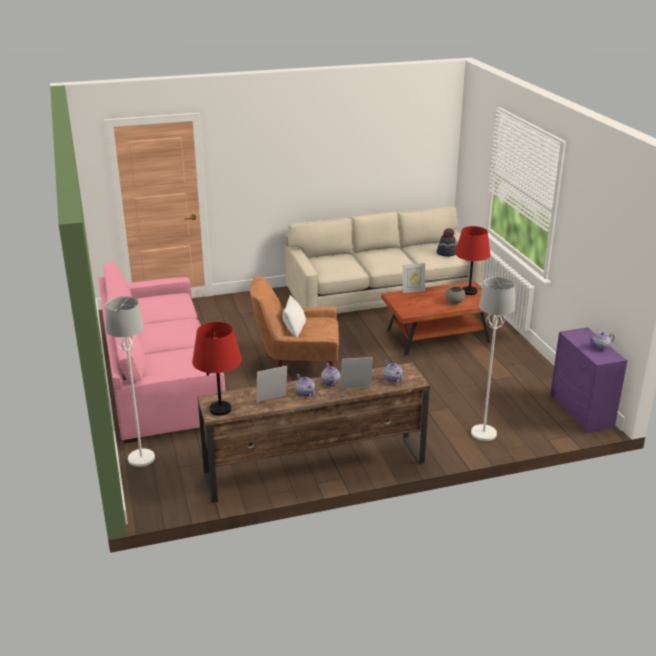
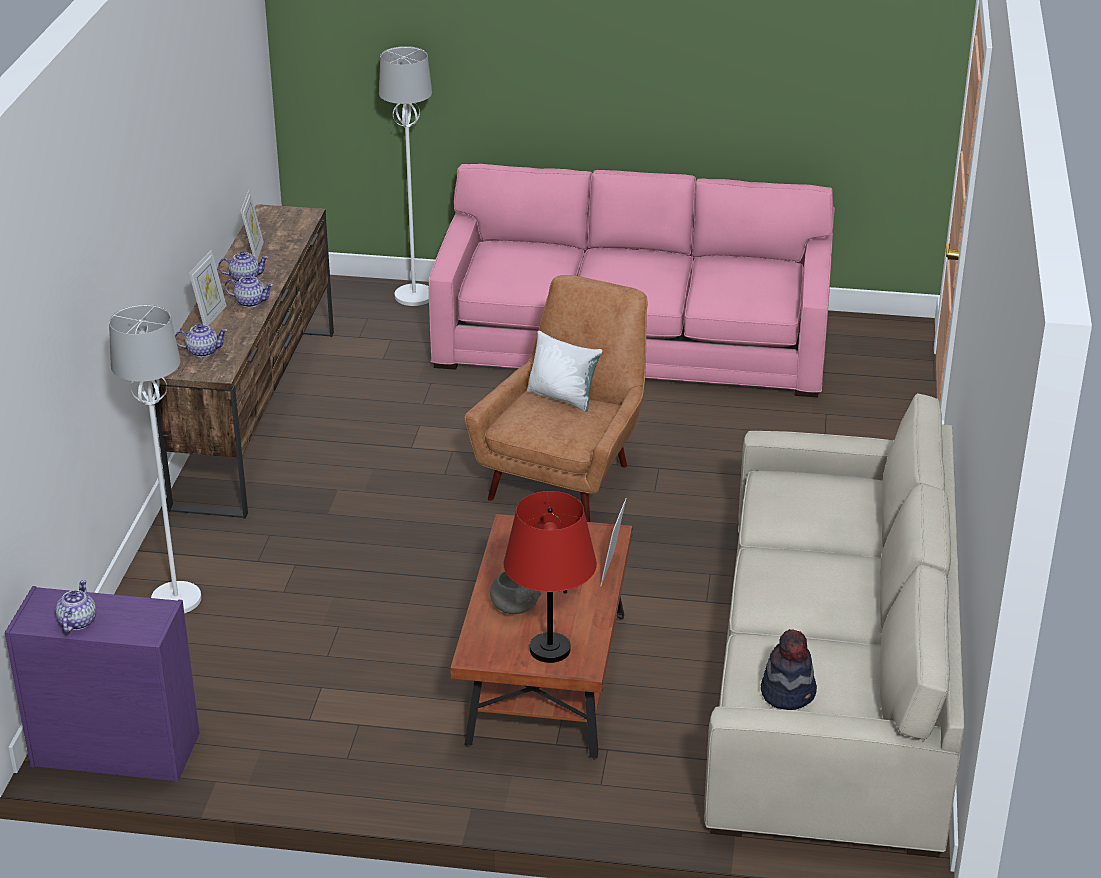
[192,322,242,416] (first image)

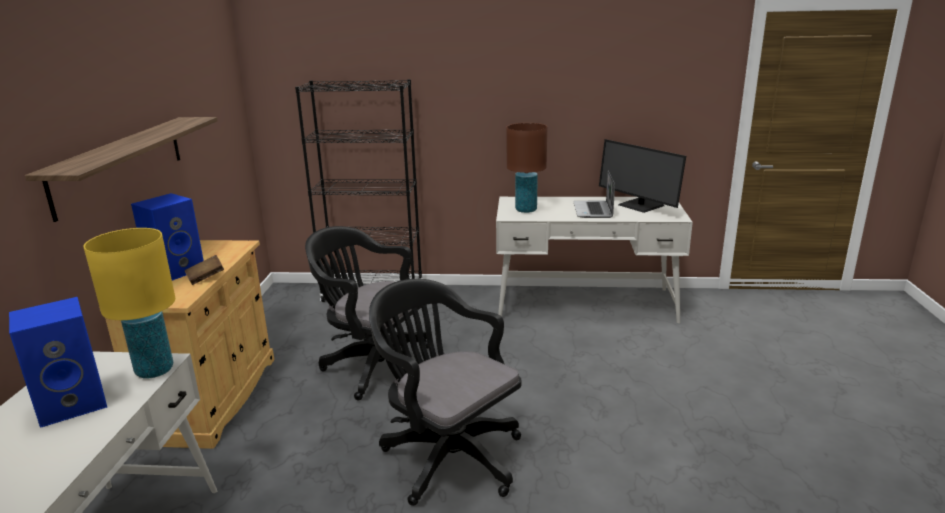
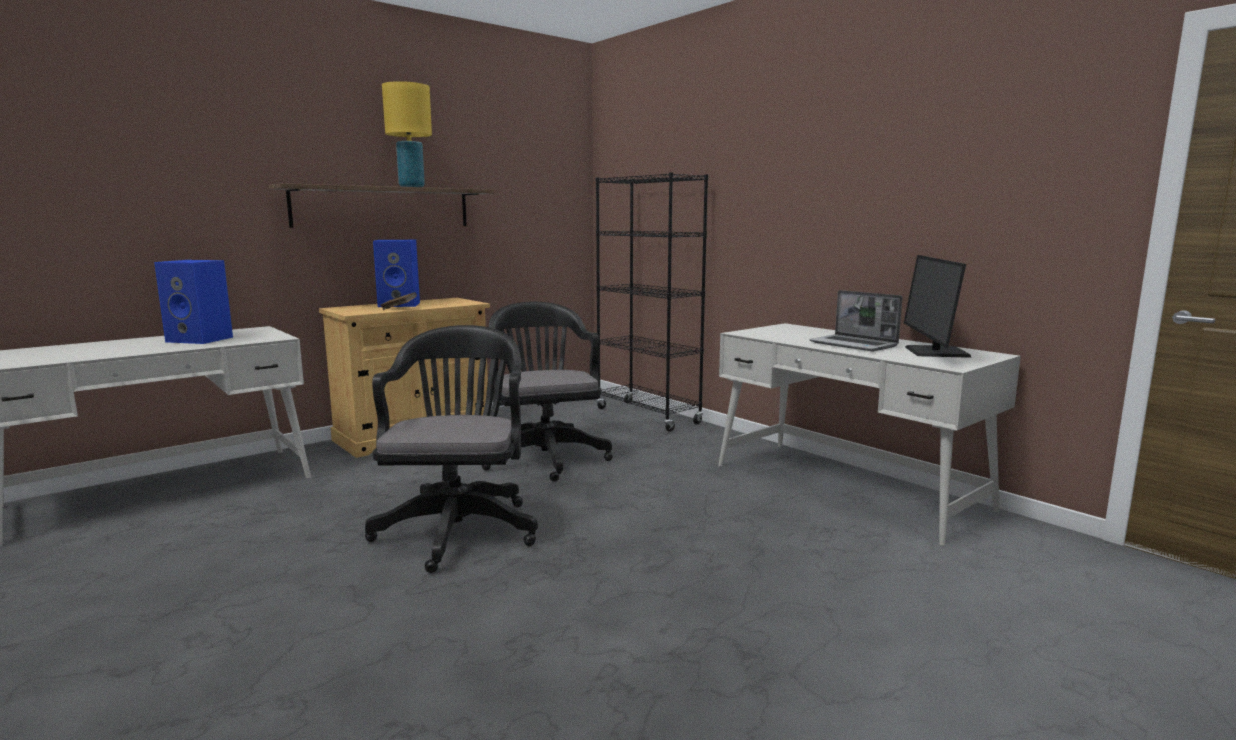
[506,123,547,213] (first image)
[809,290,902,351]
[382,81,432,187]

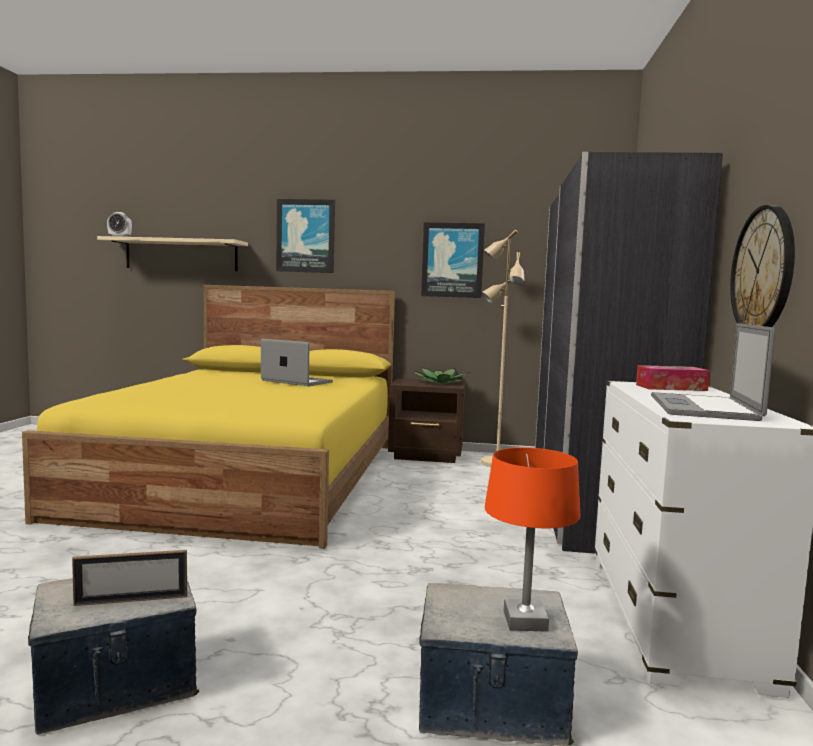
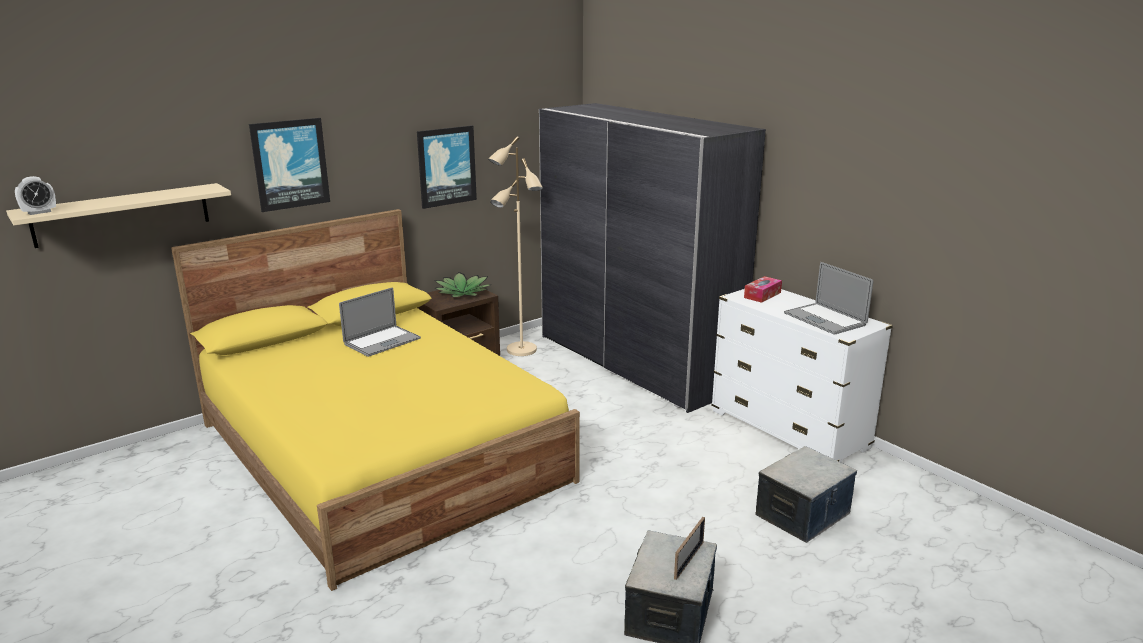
[730,205,795,327] (first image)
[339,287,421,357]
[485,447,581,632] (first image)

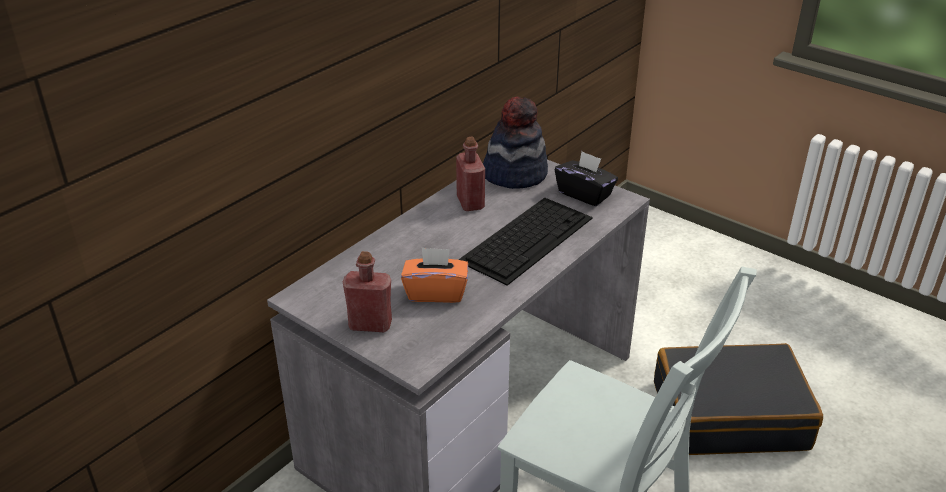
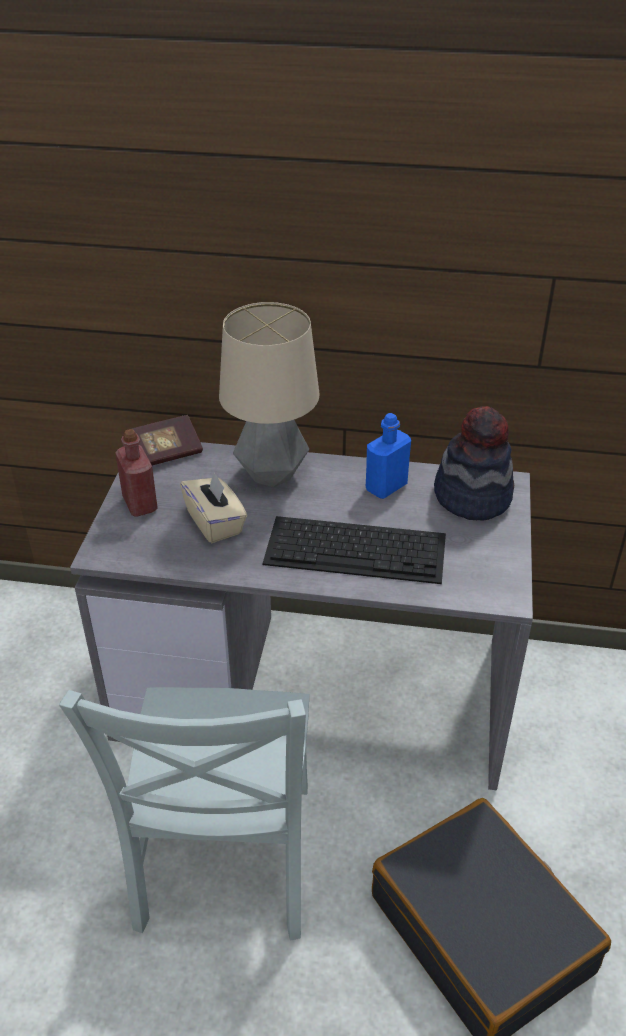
[366,413,411,499]
[555,151,618,206] (first image)
[180,472,247,543]
[219,302,319,487]
[132,415,203,466]

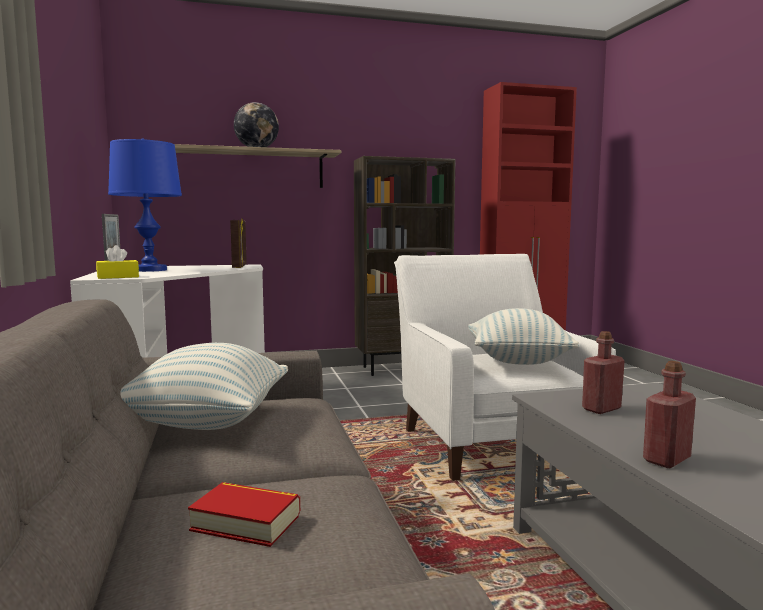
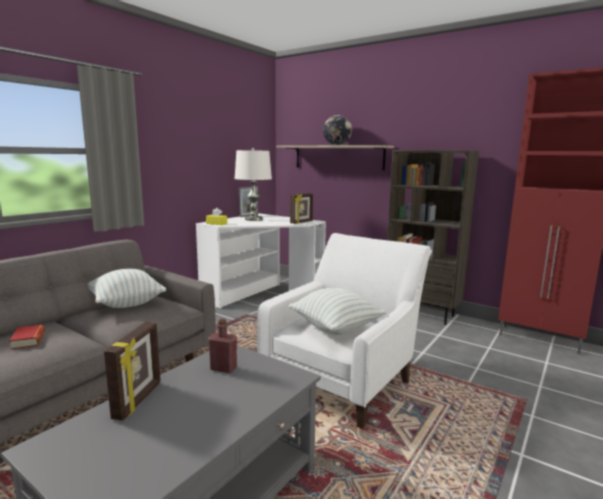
[234,148,272,221]
[104,322,161,421]

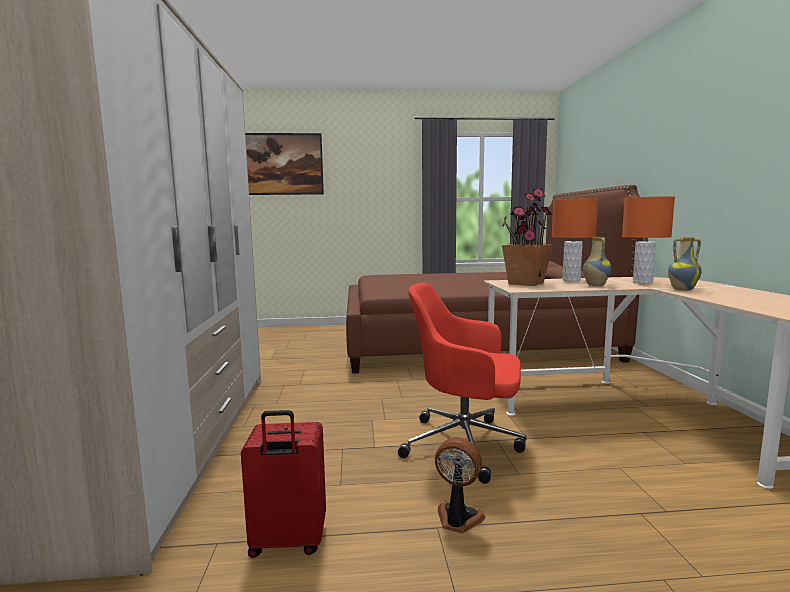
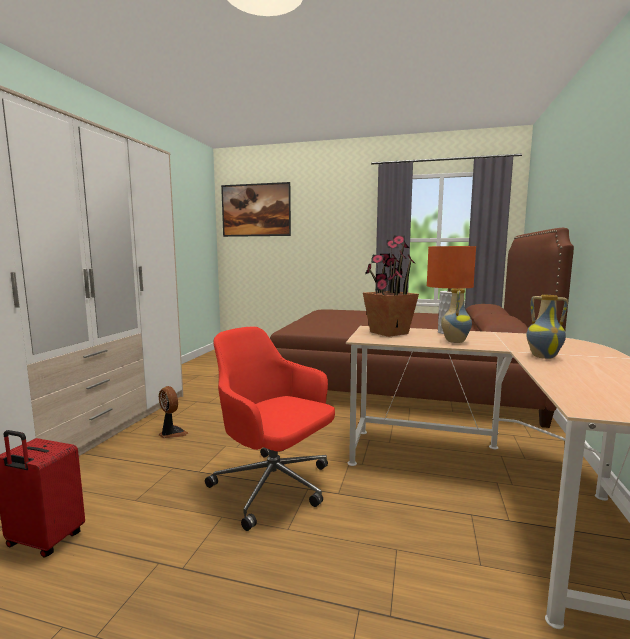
[622,196,675,284] (first image)
[159,386,188,438]

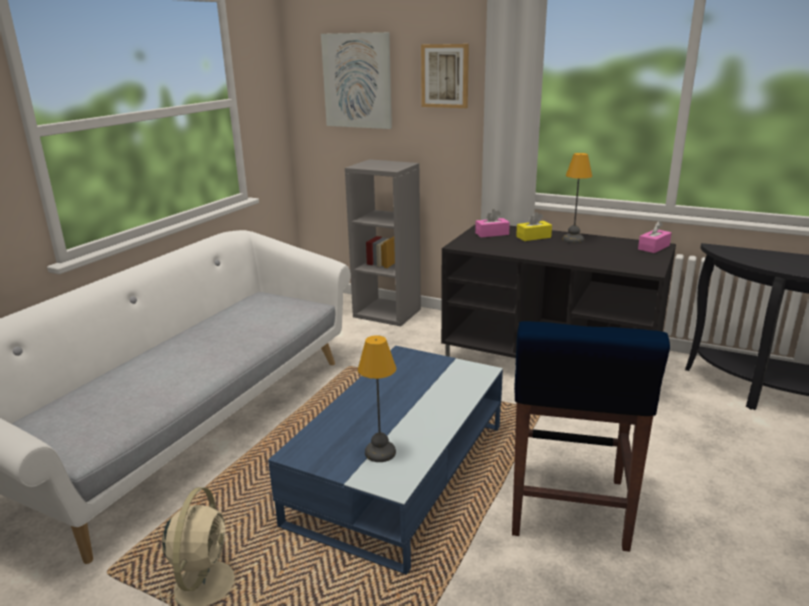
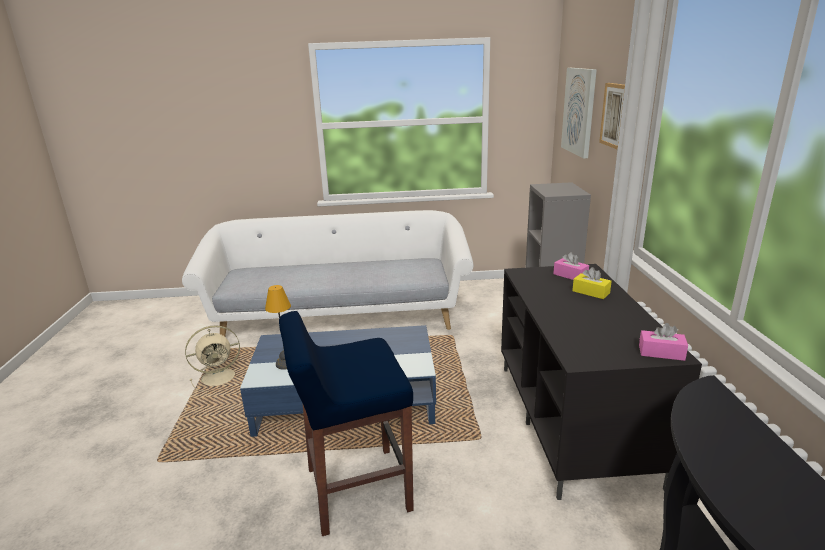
[562,153,592,243] (first image)

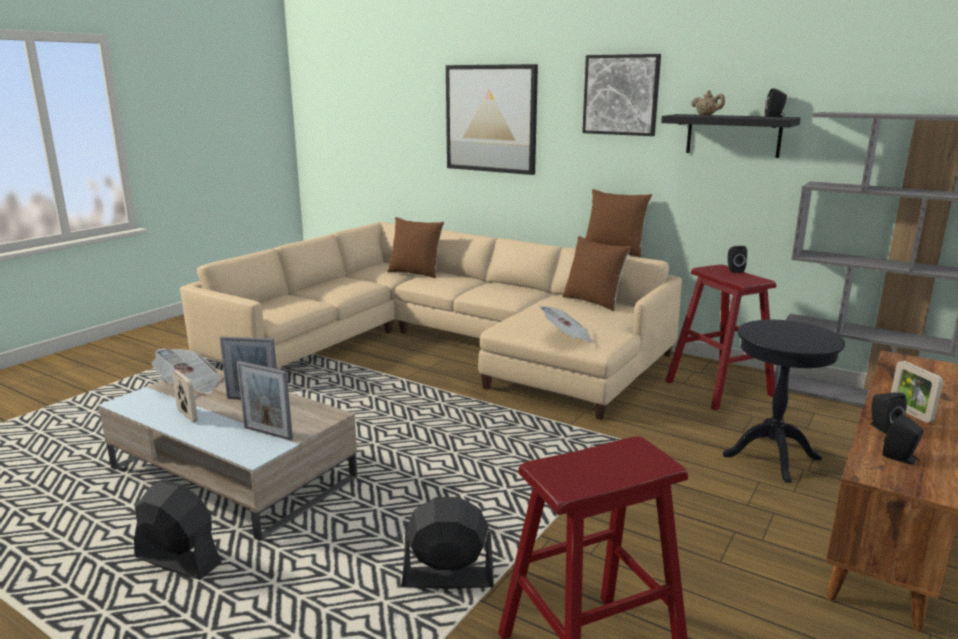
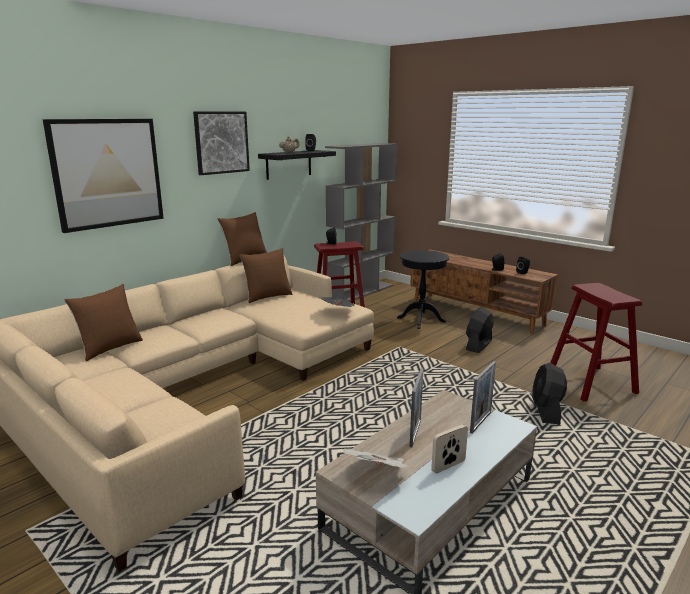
[891,361,943,423] (first image)
[466,307,494,353]

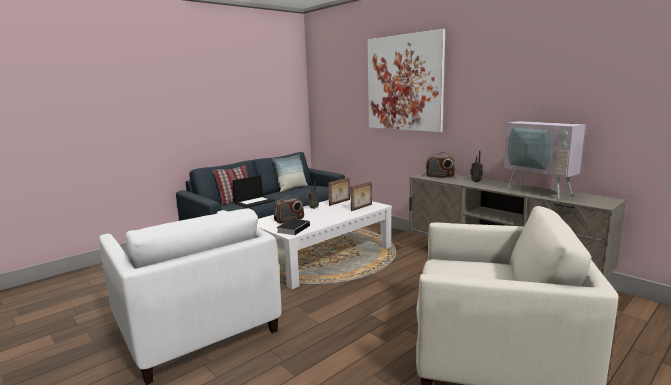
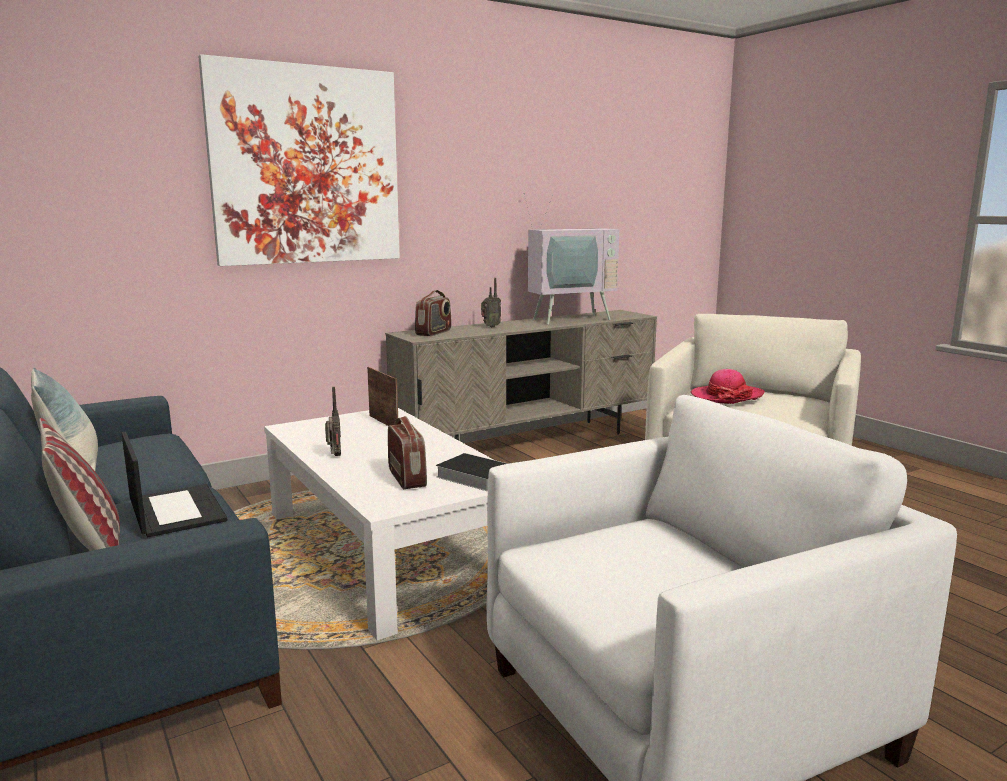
[328,177,350,206] (first image)
[690,369,765,404]

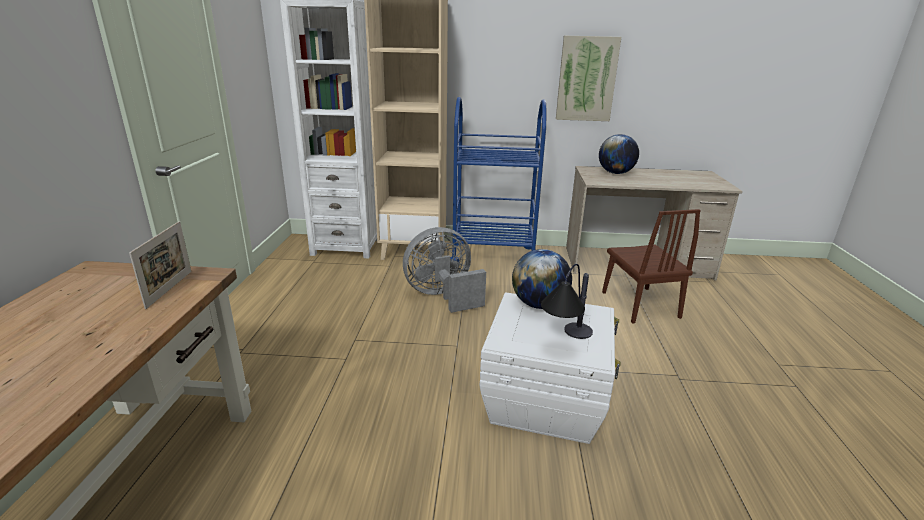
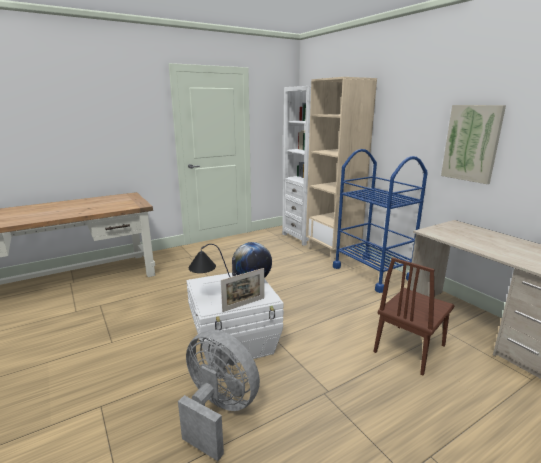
[599,134,639,174] (first image)
[221,268,264,312]
[178,329,260,461]

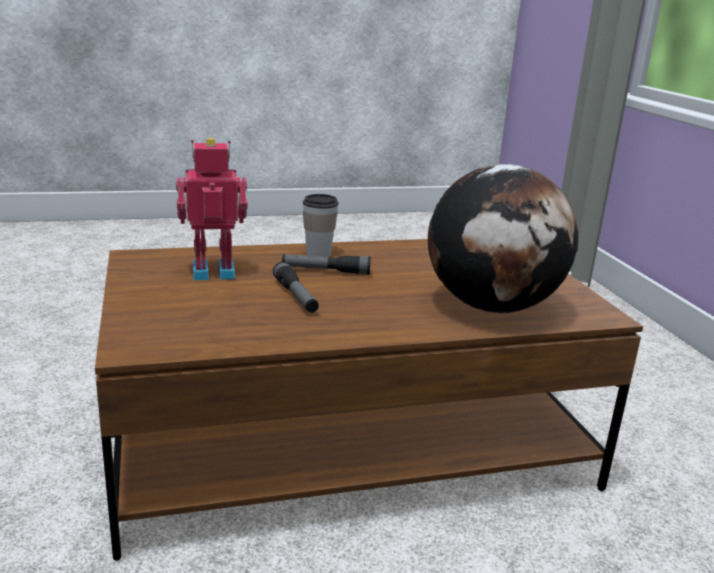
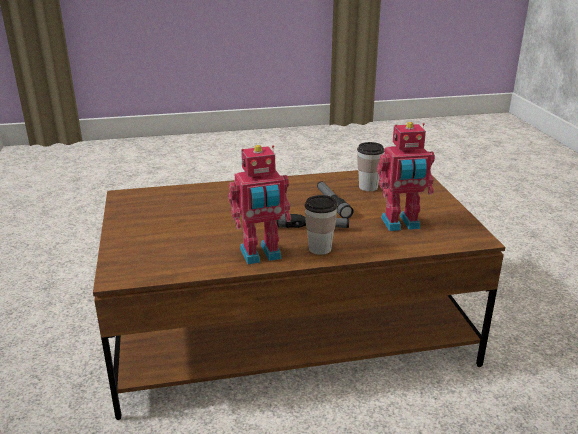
[428,164,578,313] (first image)
[357,142,385,191]
[228,145,291,265]

